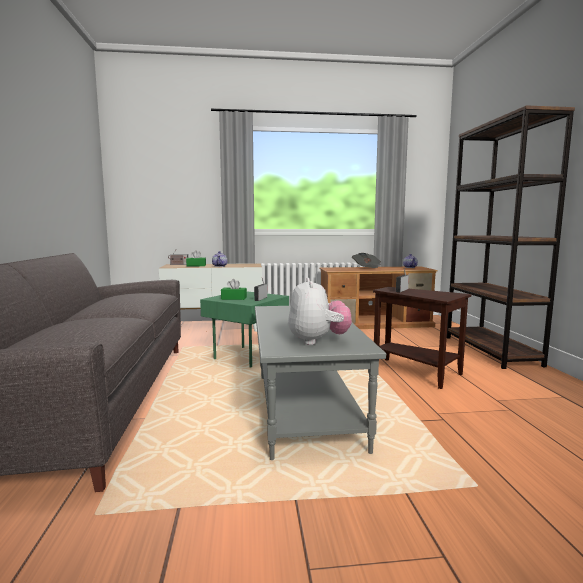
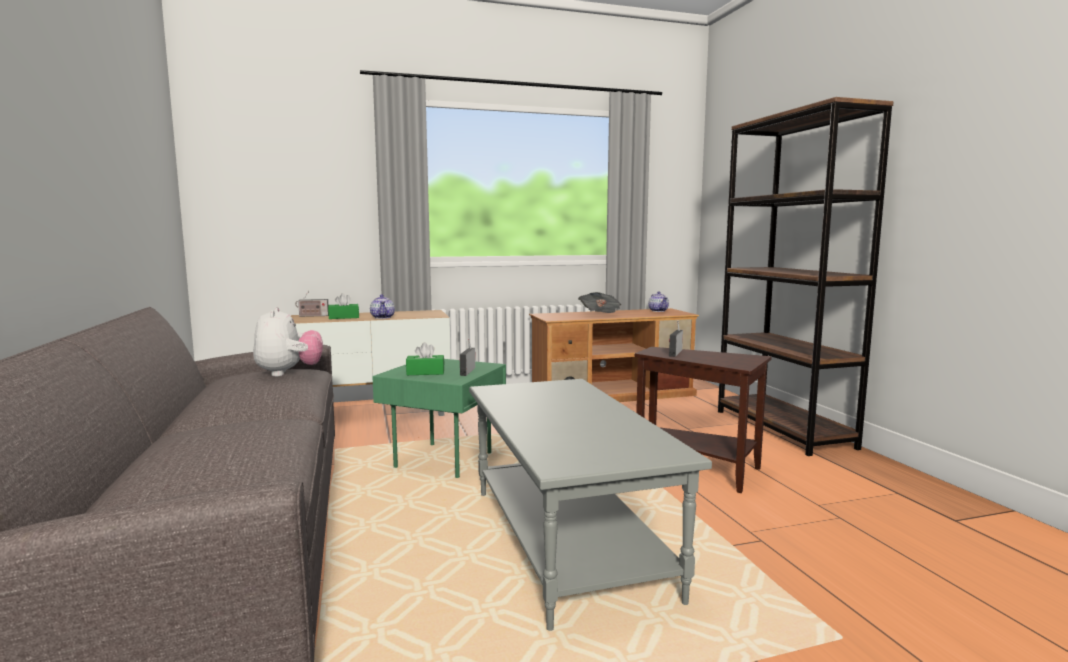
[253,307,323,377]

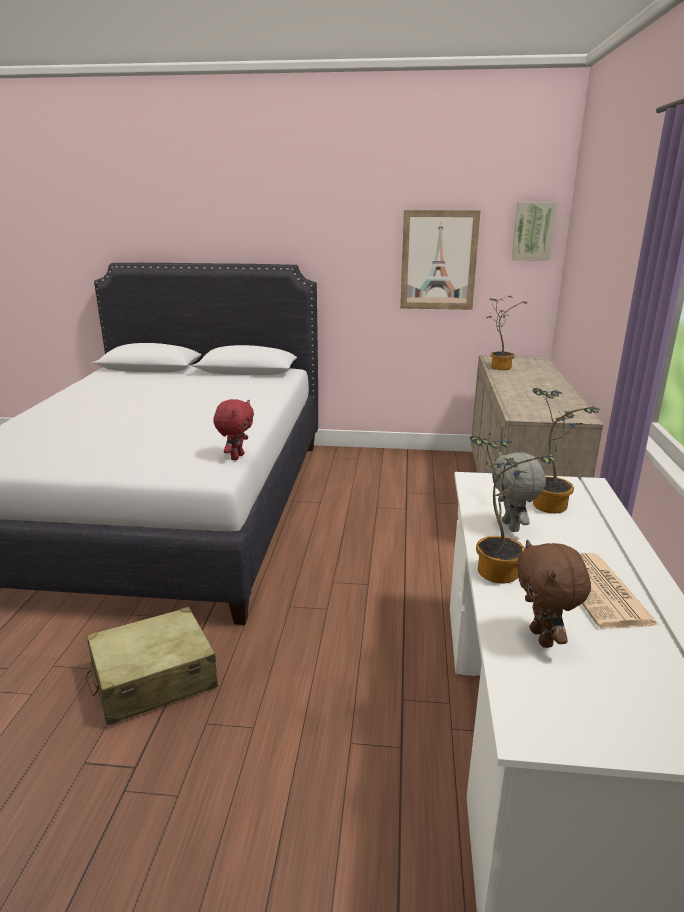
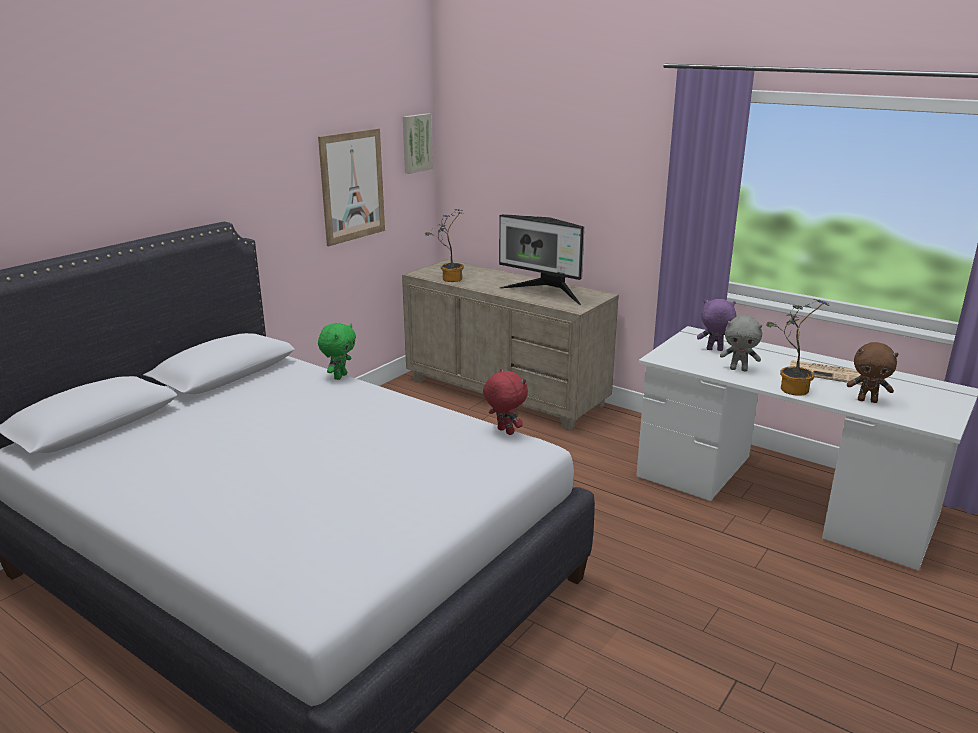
[697,299,736,351]
[86,607,218,725] (first image)
[499,214,584,305]
[318,323,356,380]

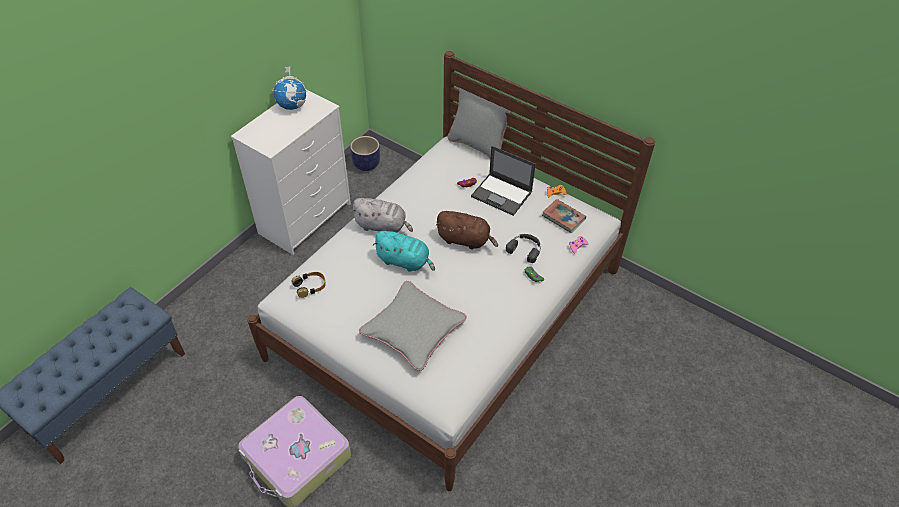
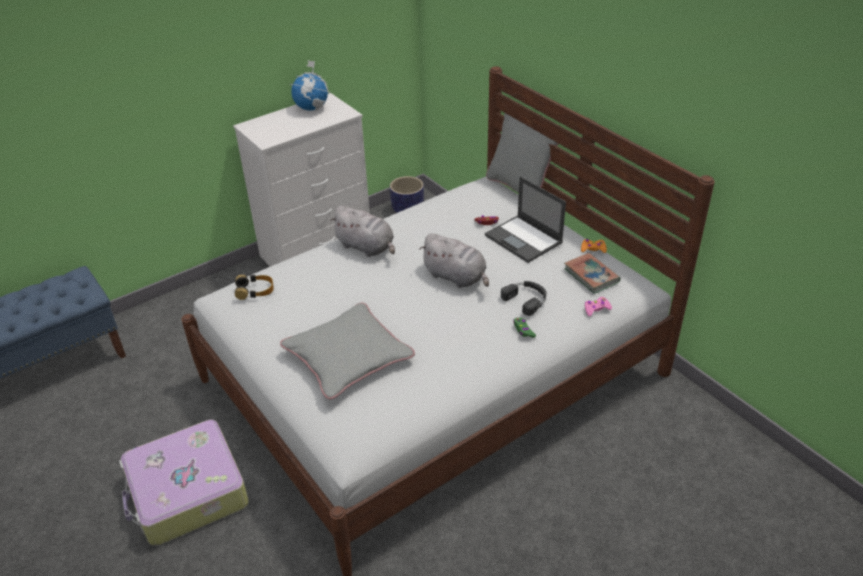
[419,233,489,288]
[372,231,435,272] (first image)

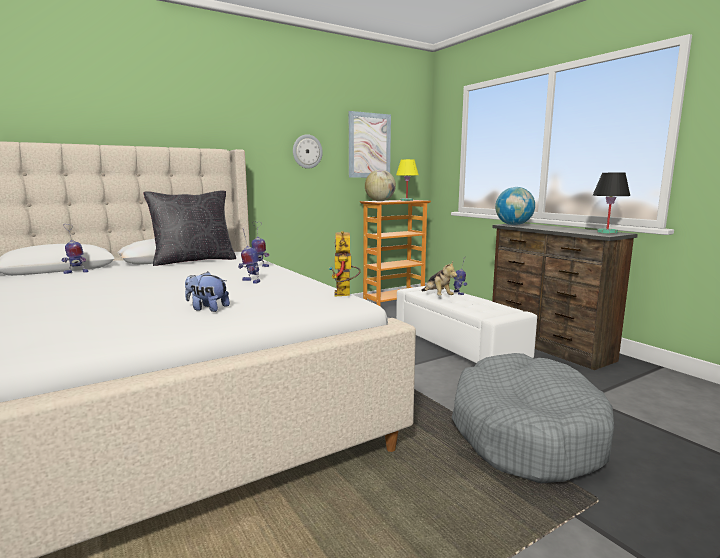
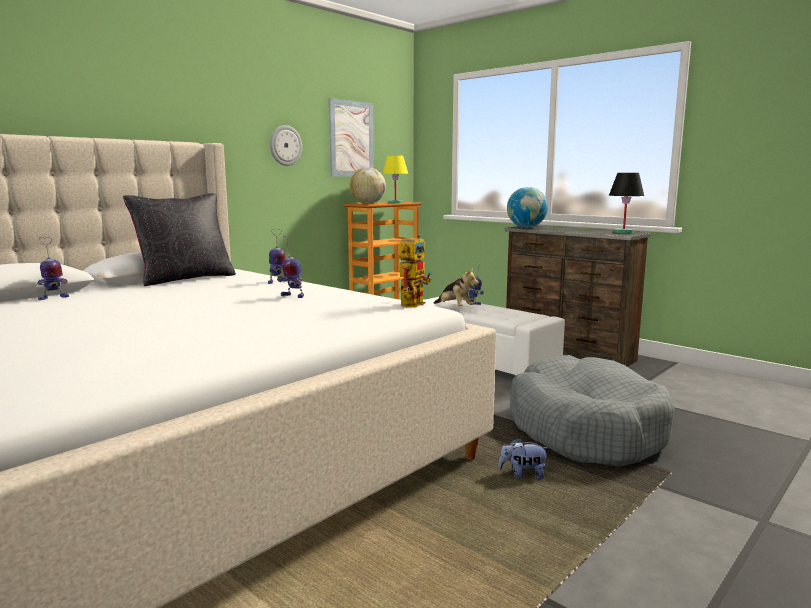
[400,234,432,308]
[498,438,549,479]

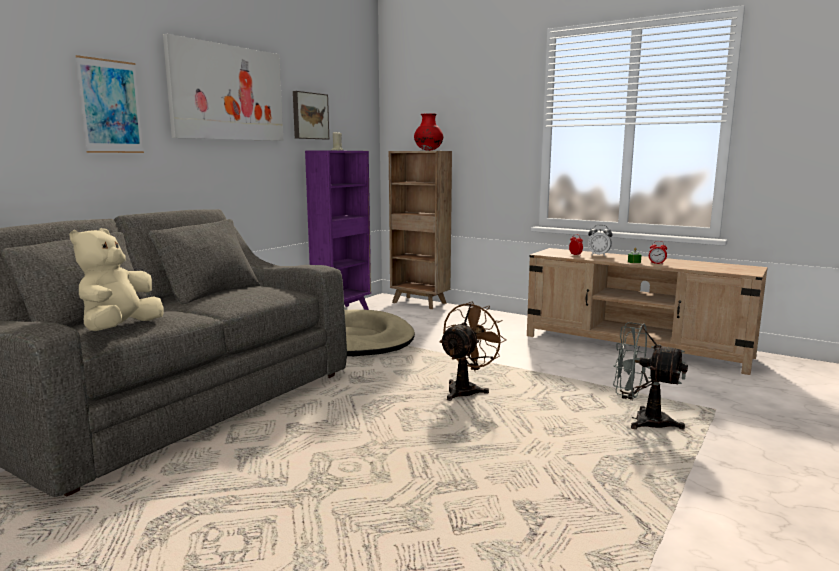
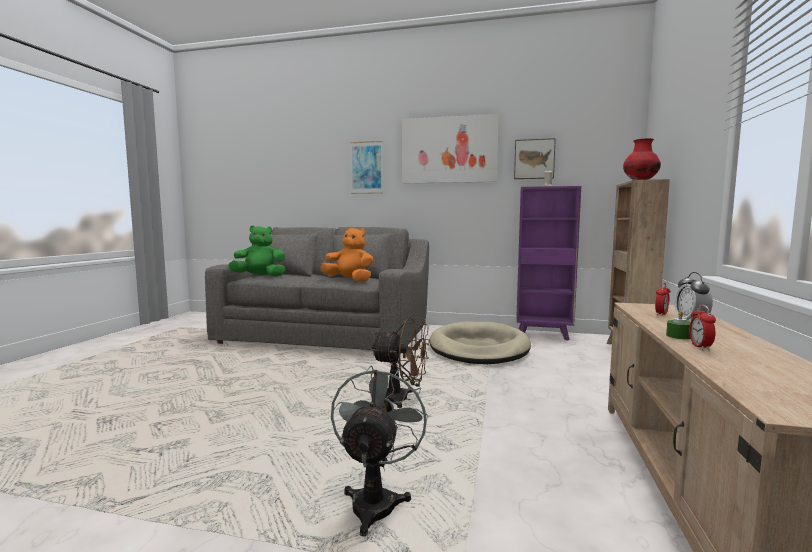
[228,225,285,277]
[320,227,373,282]

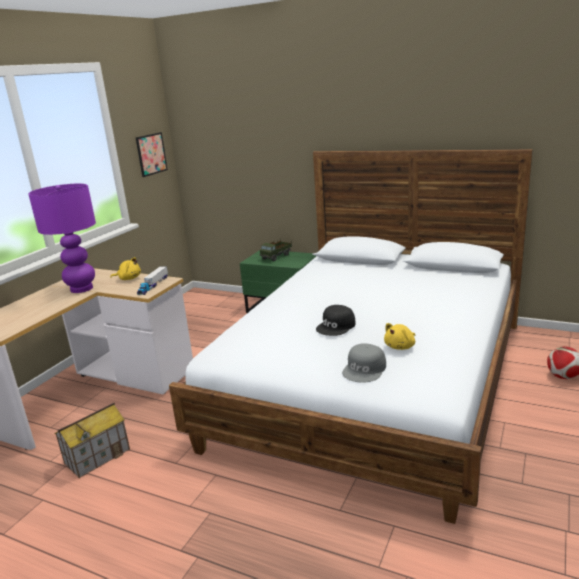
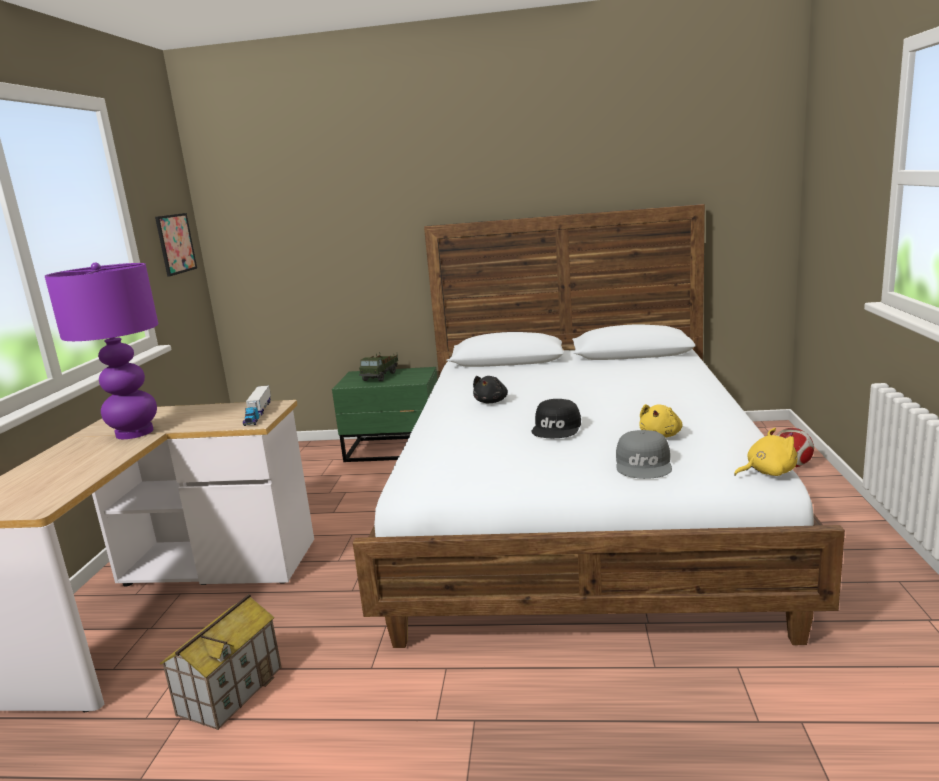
[734,428,798,476]
[473,376,508,403]

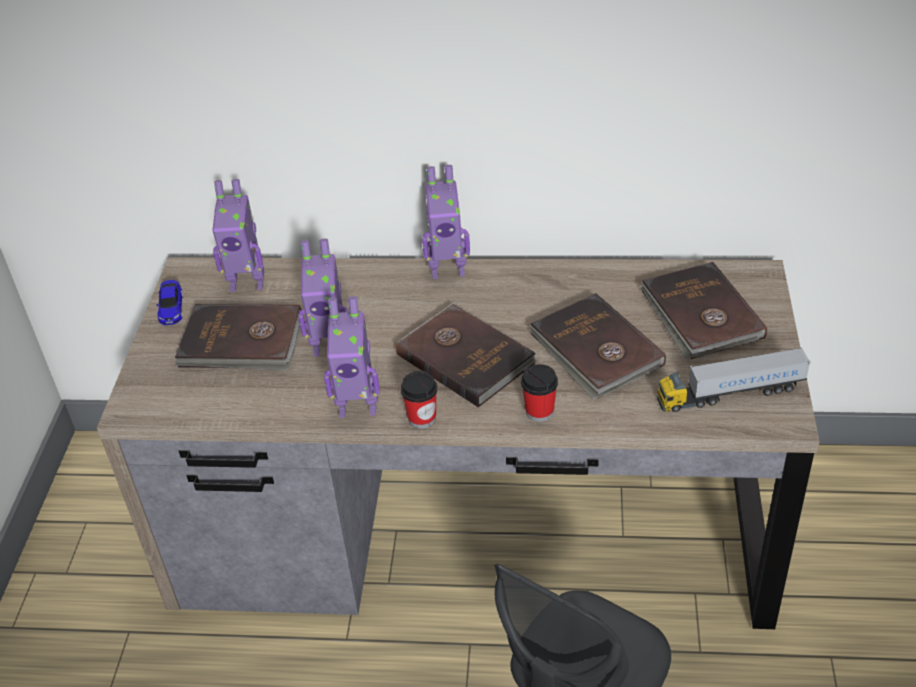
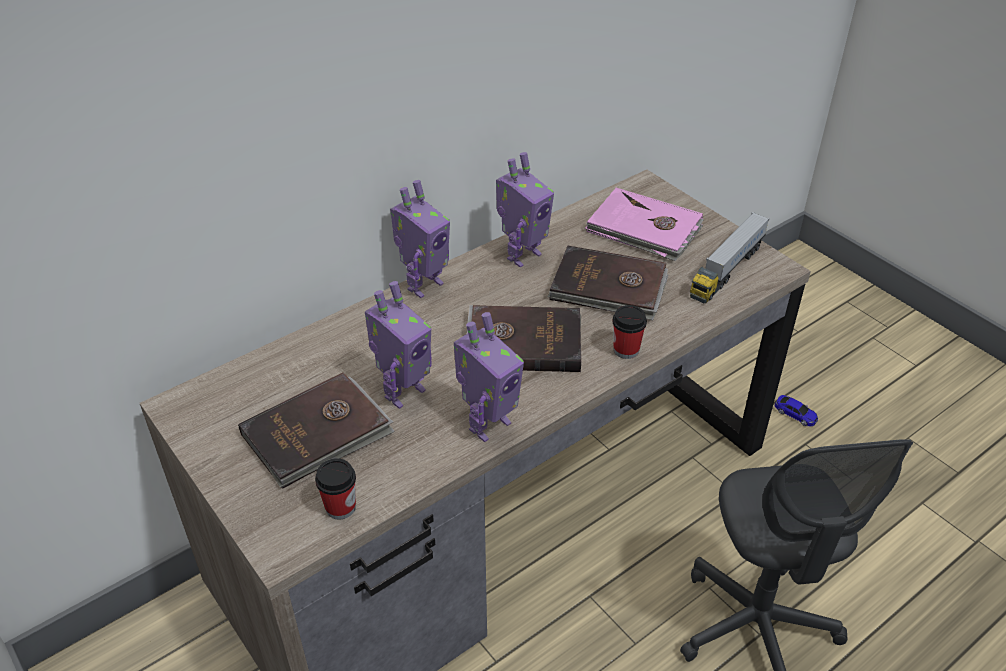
[496,152,554,268]
[585,188,704,261]
[775,395,818,426]
[315,458,356,520]

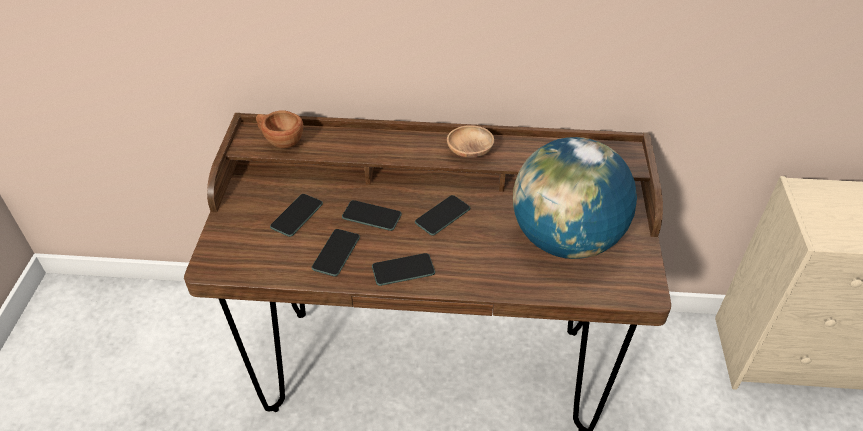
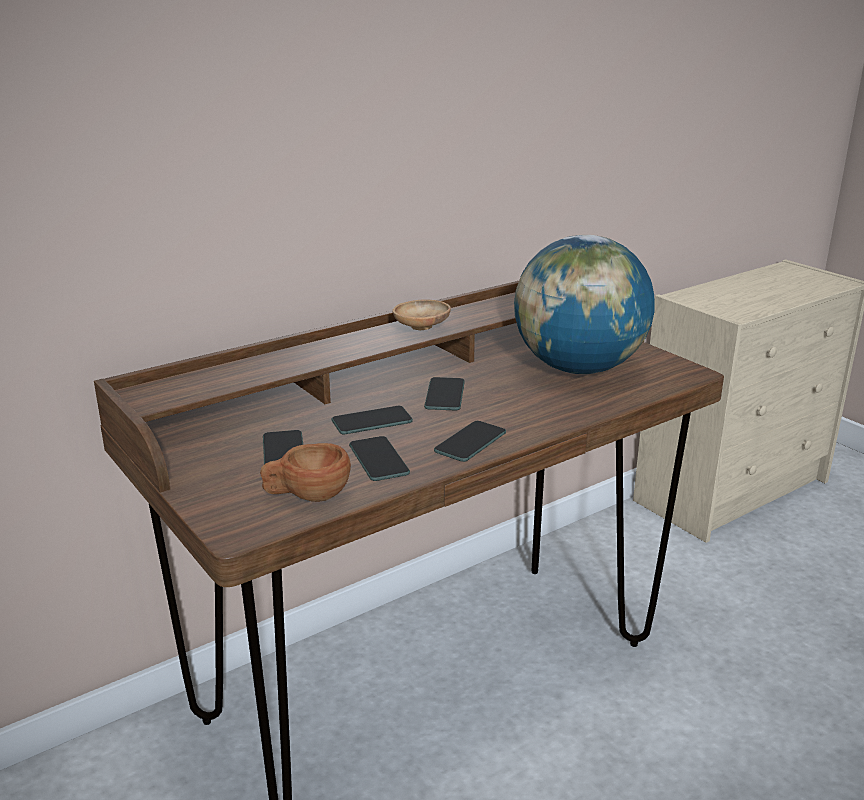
[260,443,351,502]

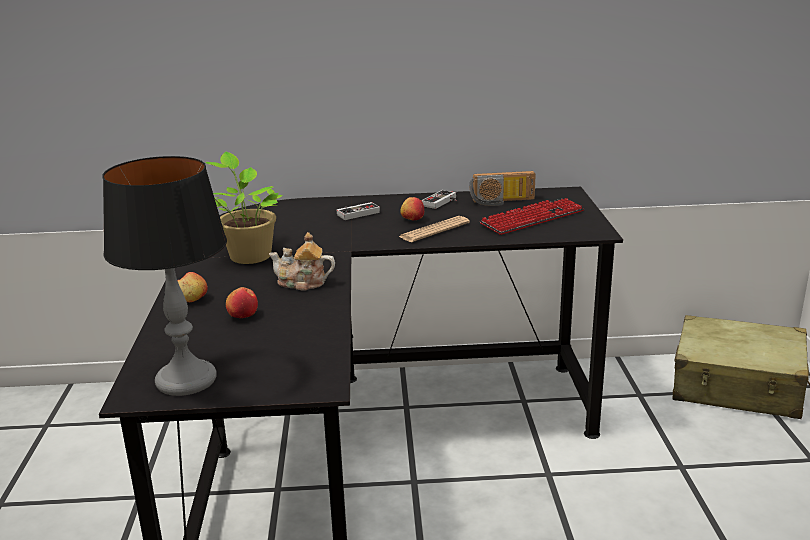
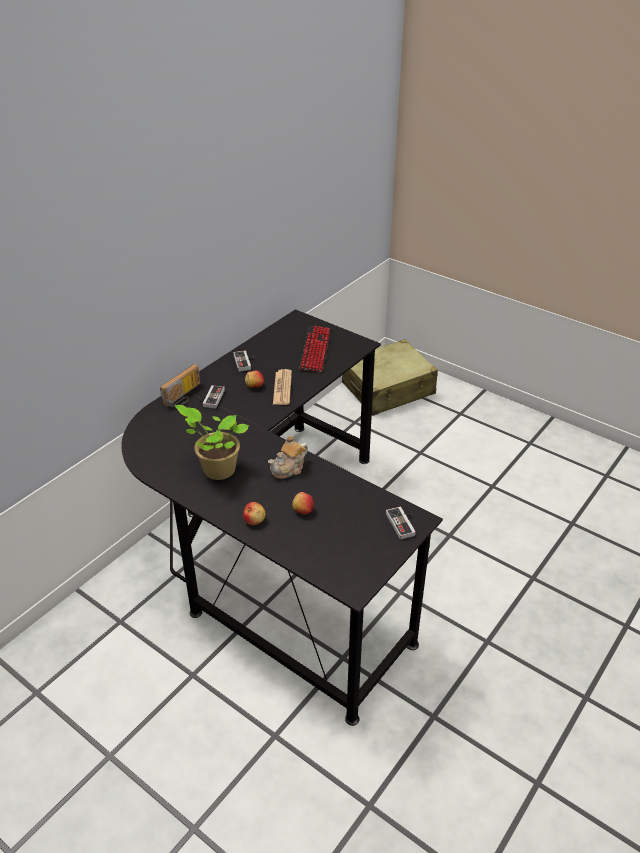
[102,156,227,396] (first image)
[160,364,200,407]
[386,507,416,540]

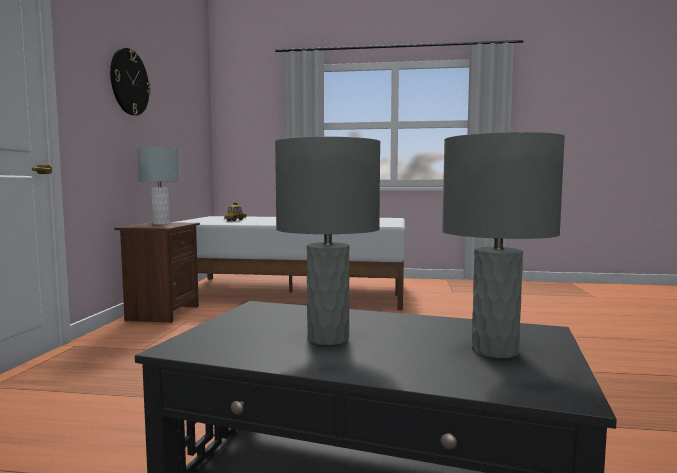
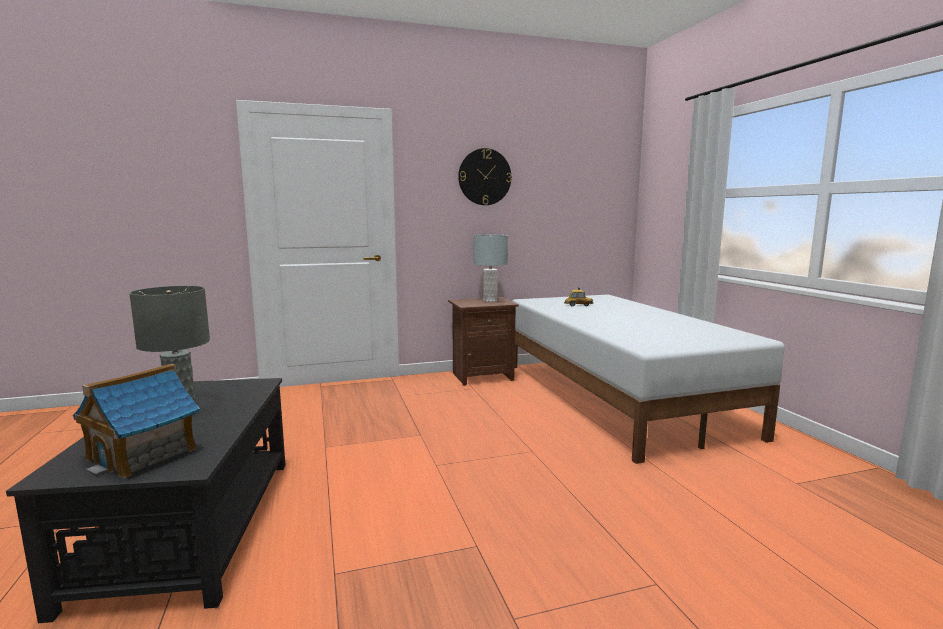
[73,364,200,478]

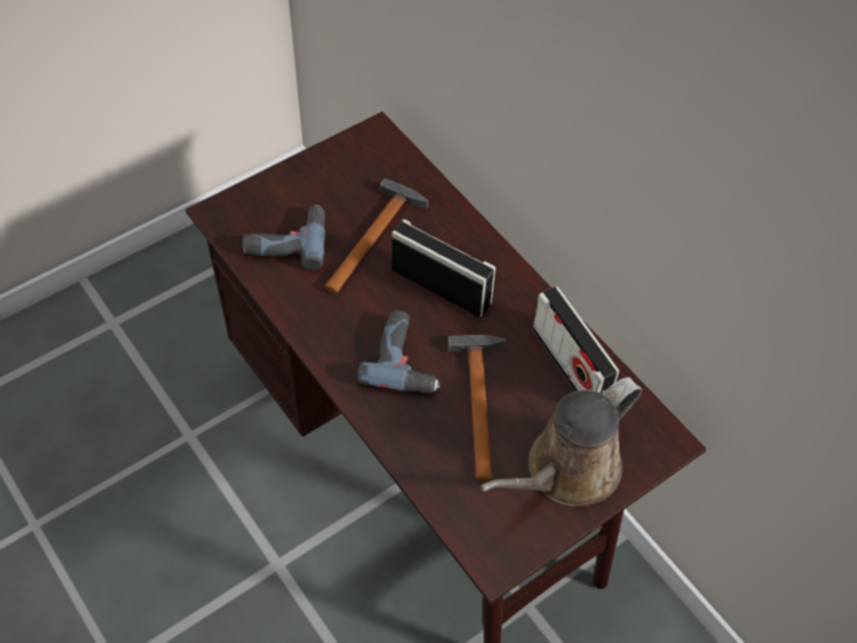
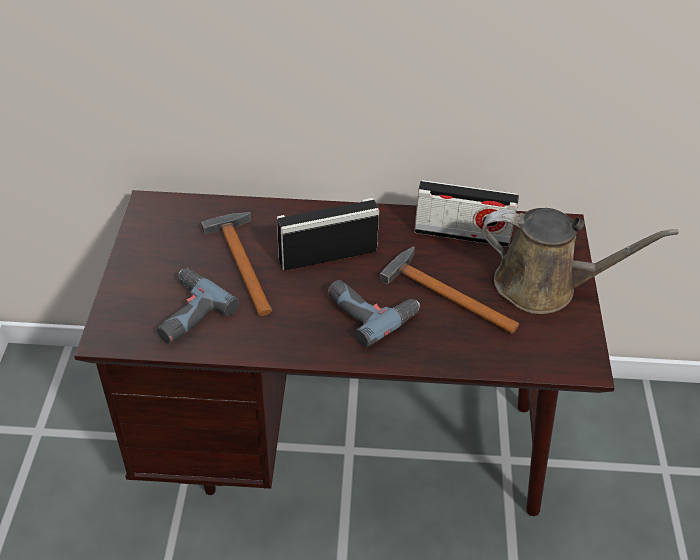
[482,208,678,314]

